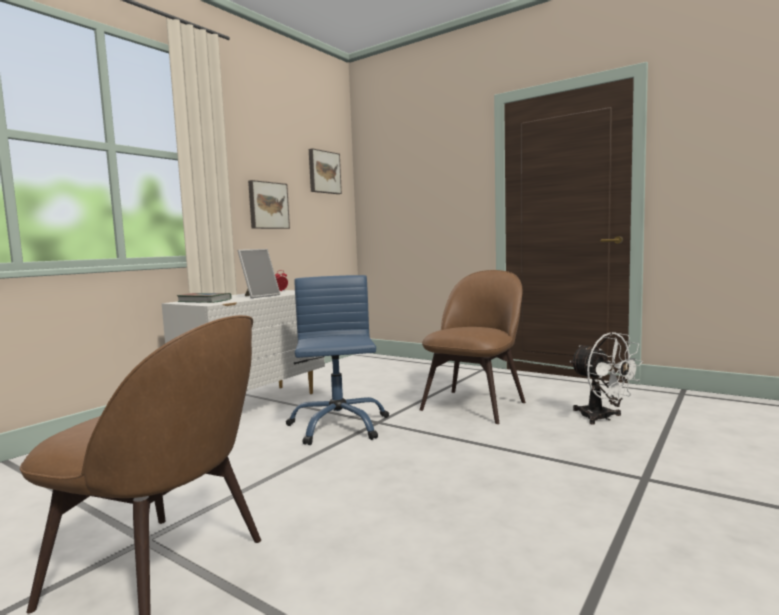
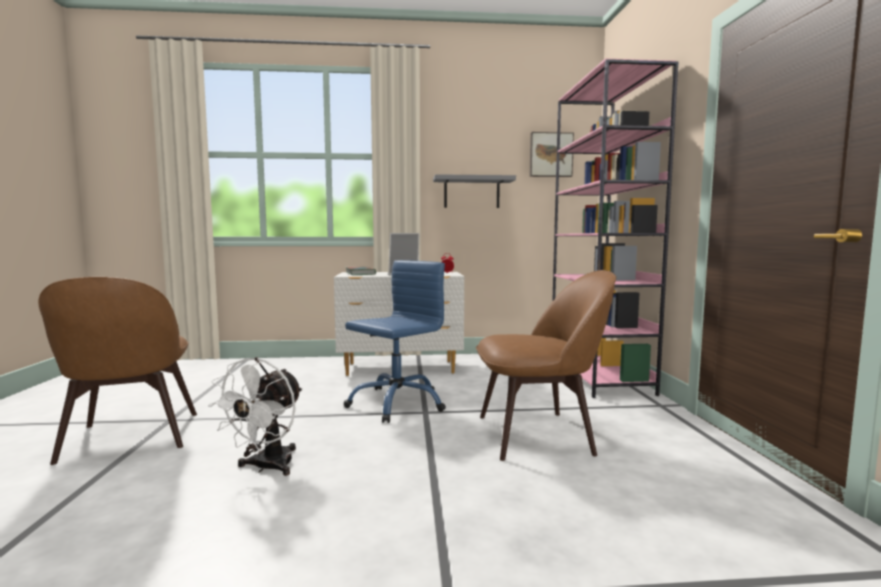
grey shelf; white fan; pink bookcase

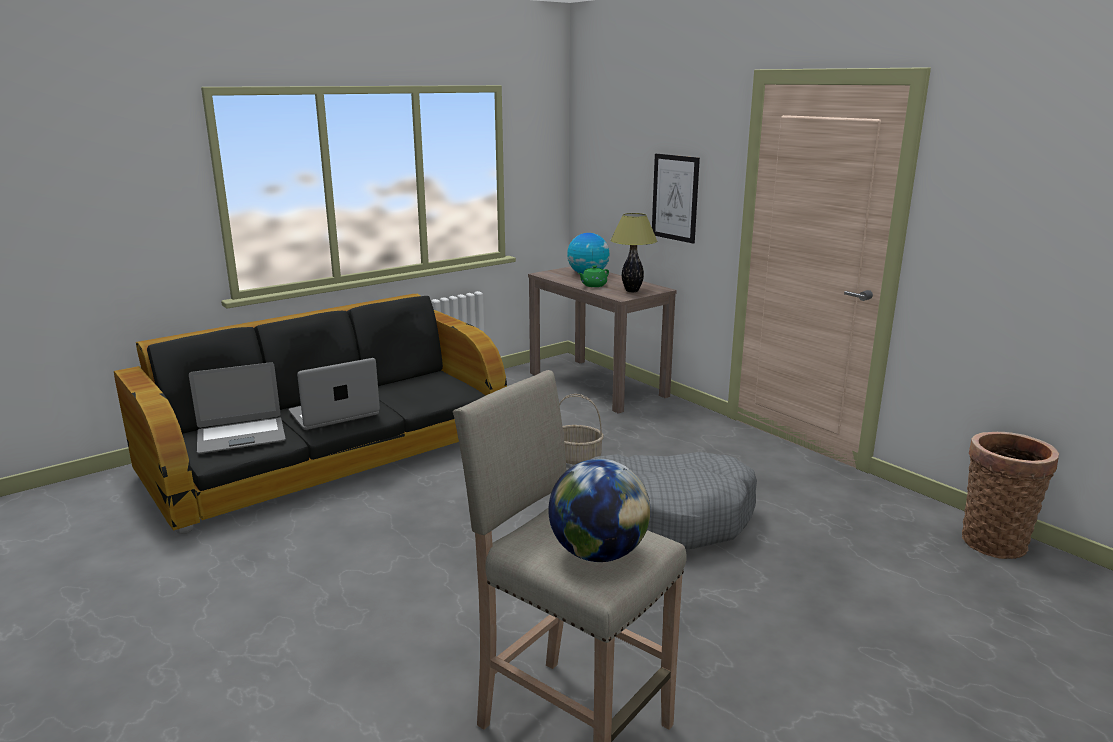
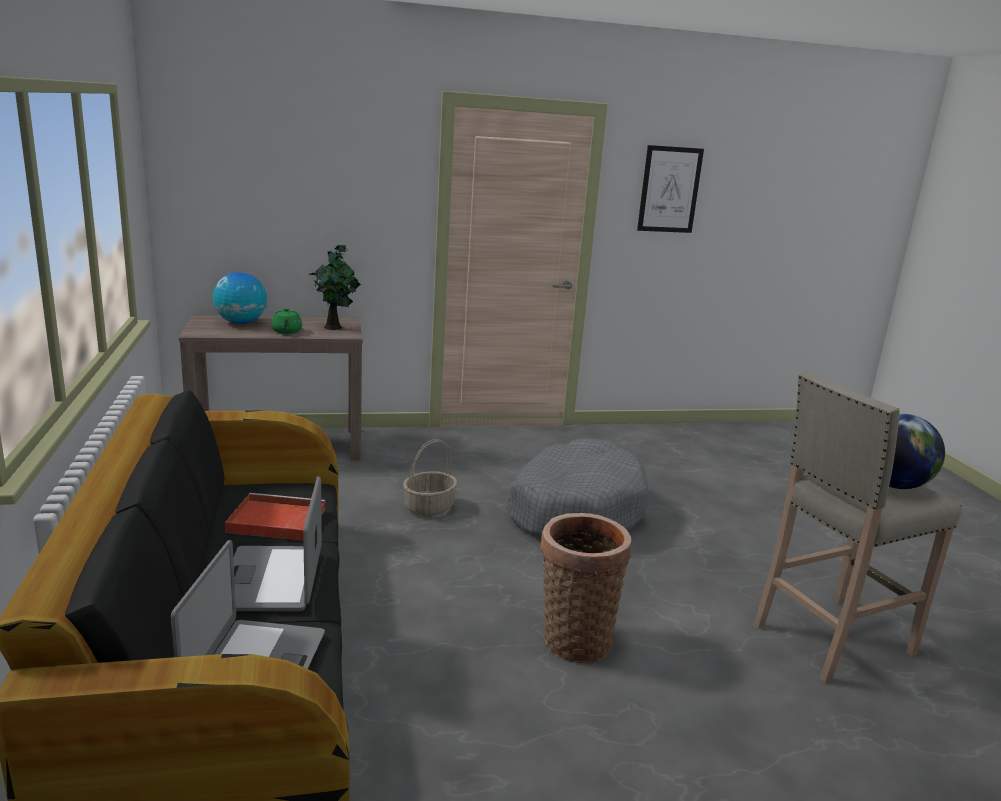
picture; potted plant; basket (2nd from left); red tray

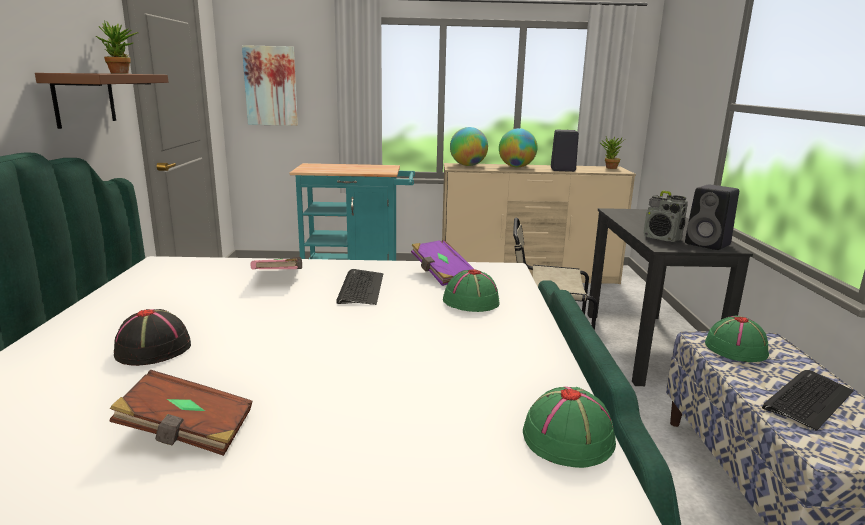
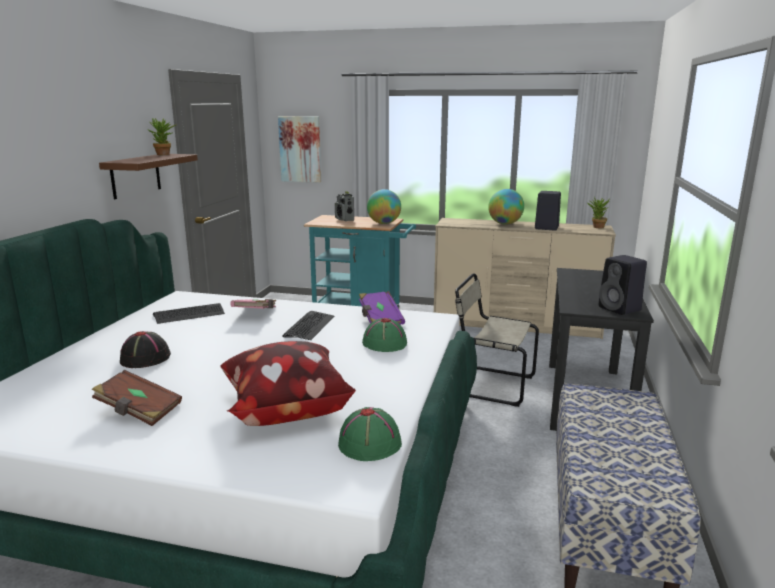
globe (1st from left); radio; green hat (3rd from left in the first image); keyboard (1st from left); pillow

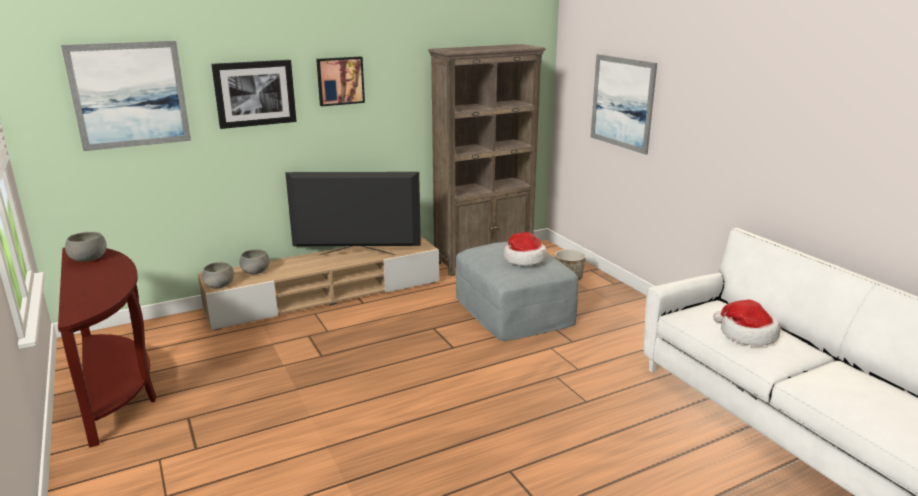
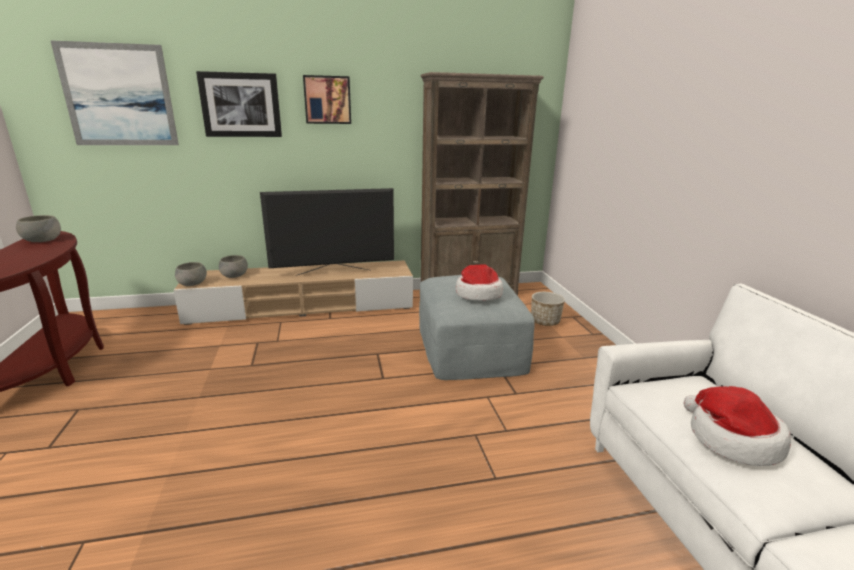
picture (4th from left in the first image); television

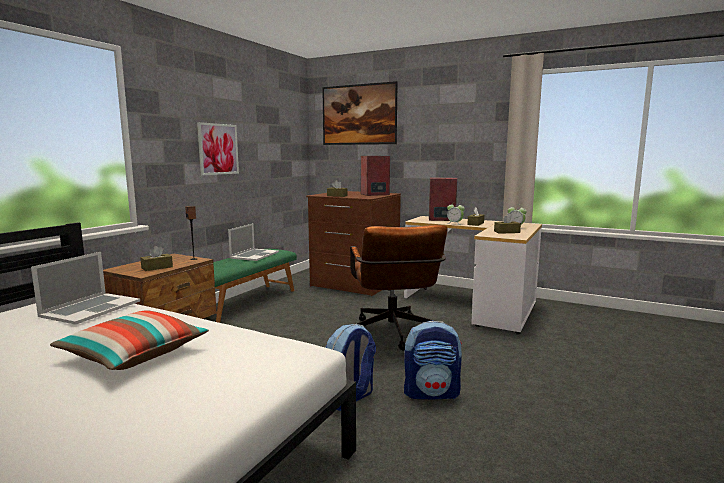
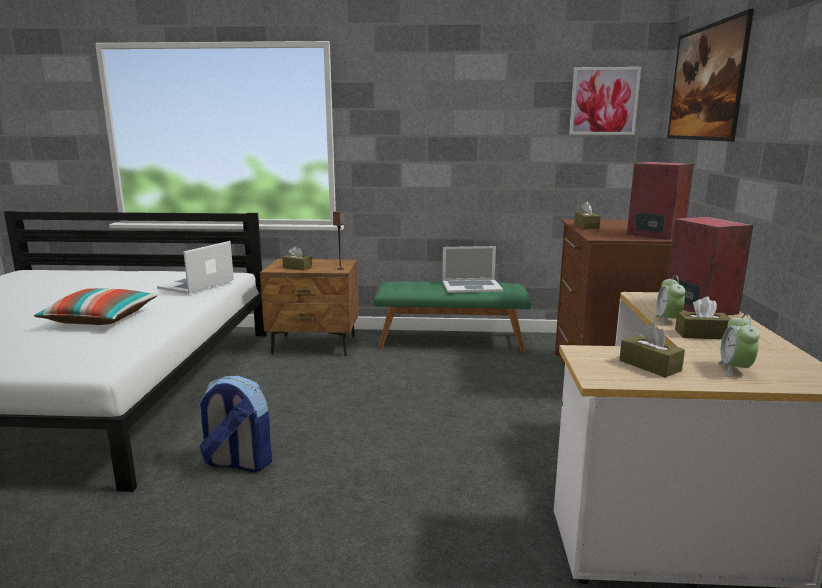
picture (1st from left); brown office chair; laptop (1st from left); backpack (2nd from left in the first image)

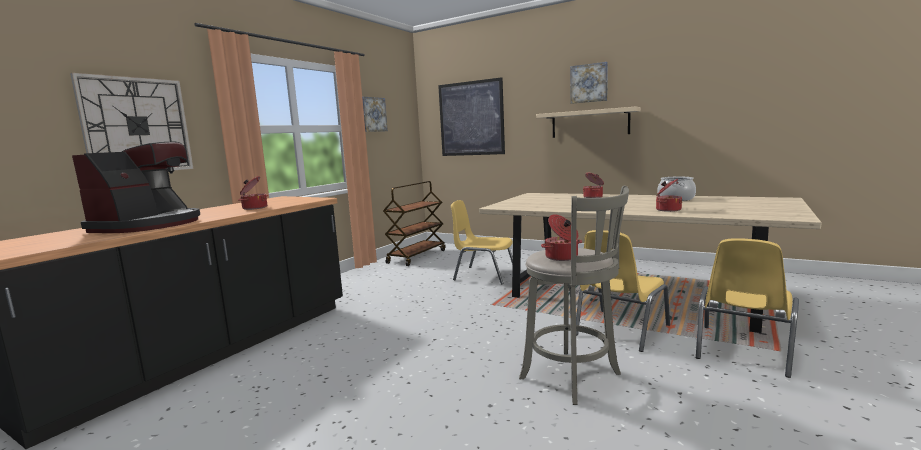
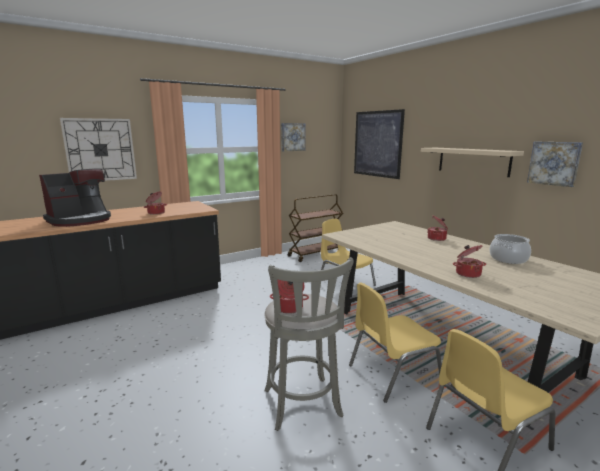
picture (3rd from left)

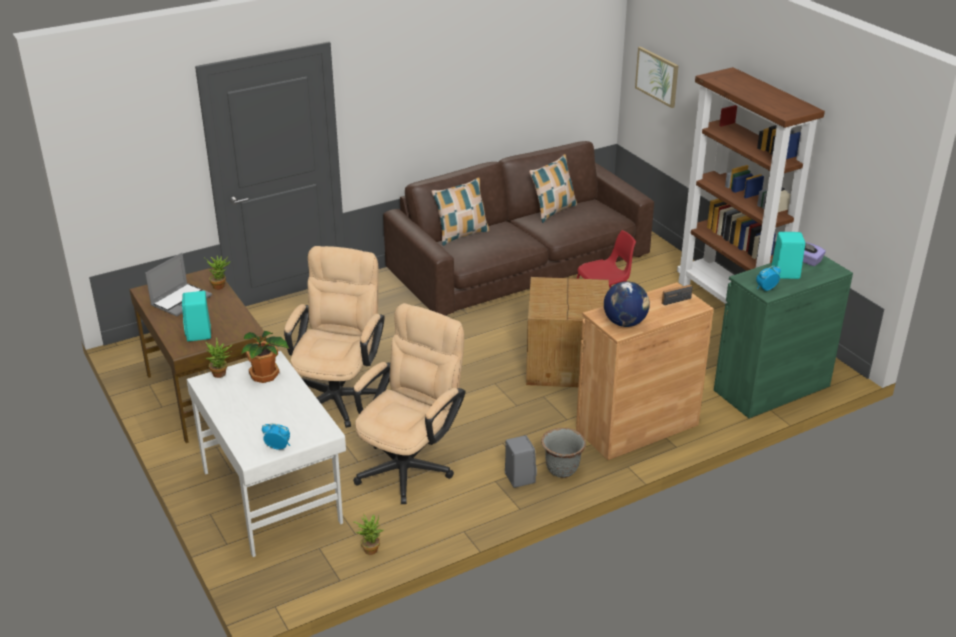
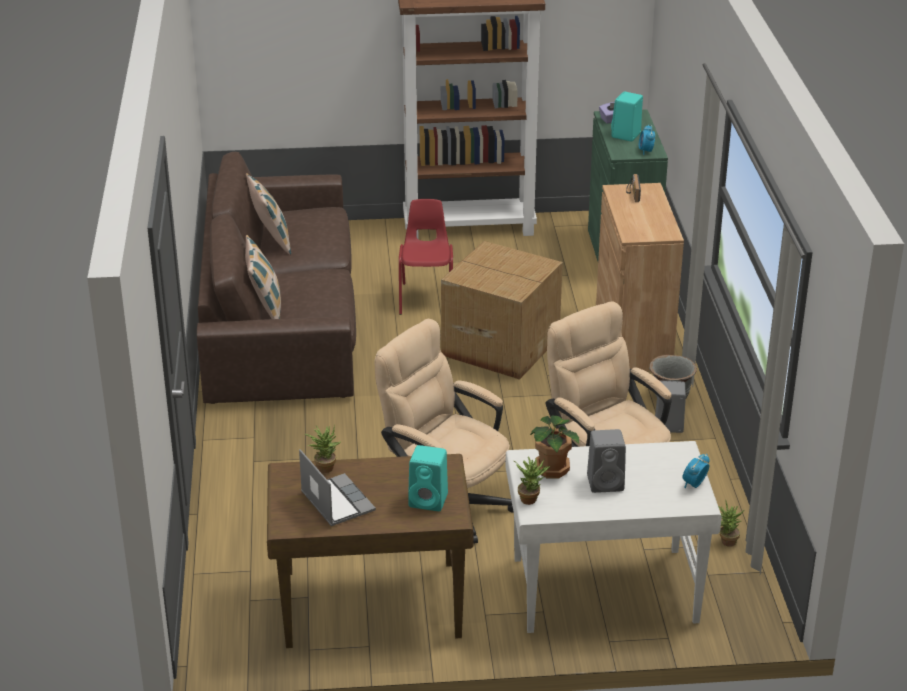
picture; globe; grey speaker (1st from left)

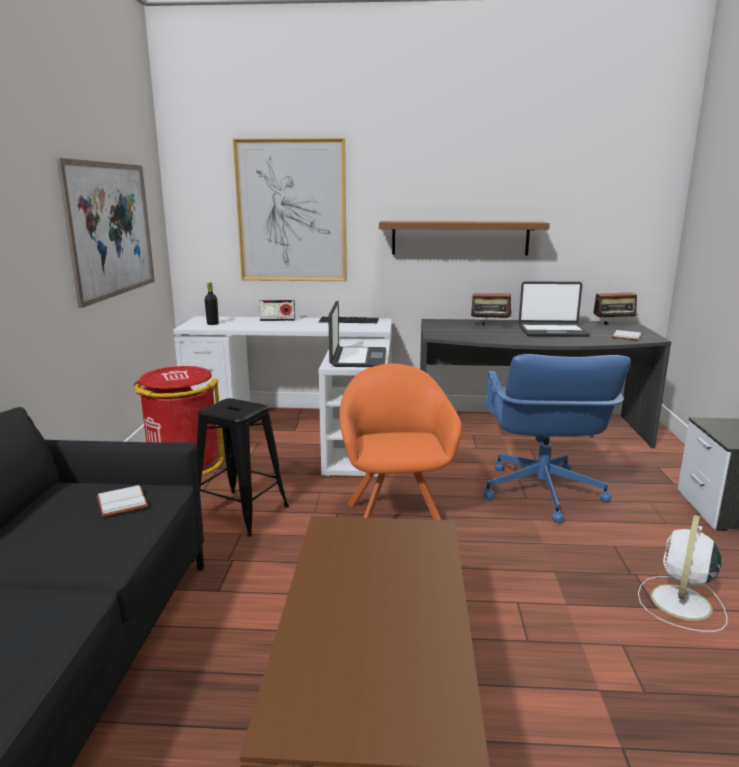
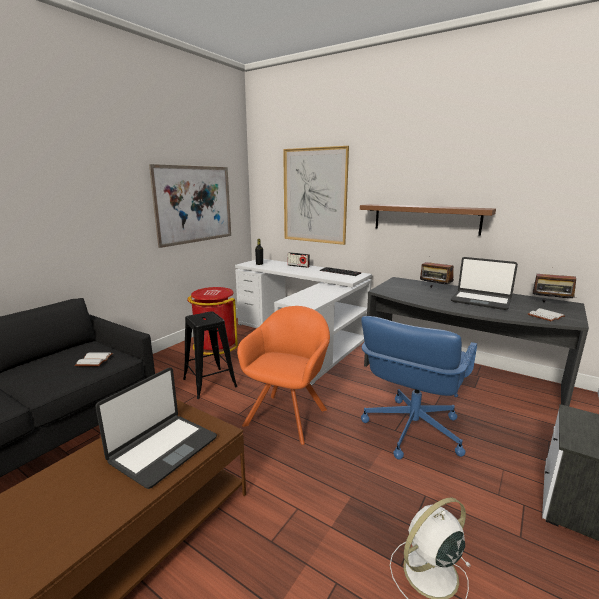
laptop (1st from left)

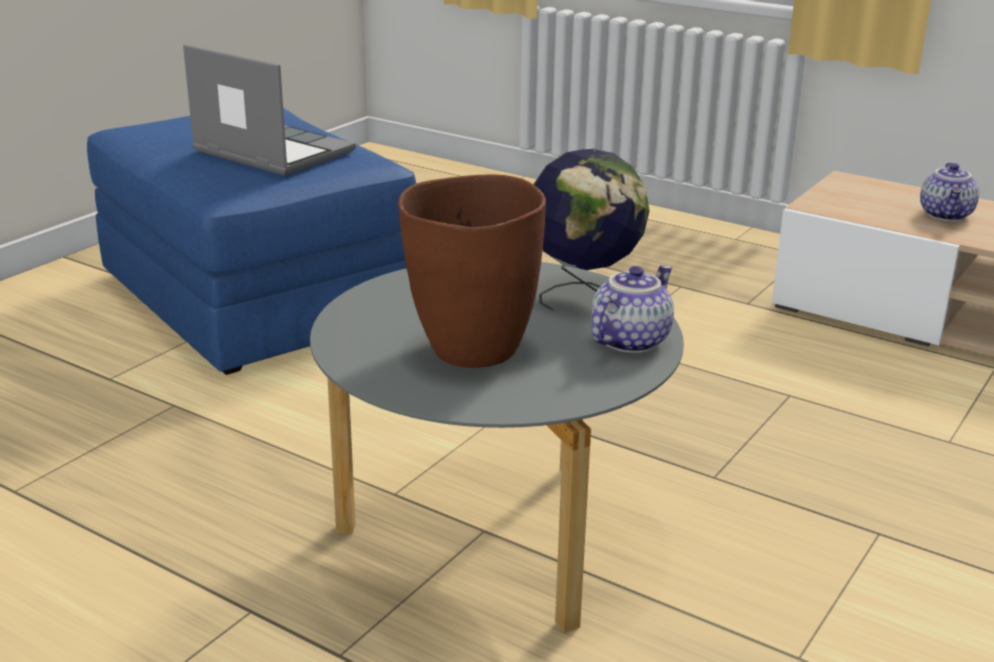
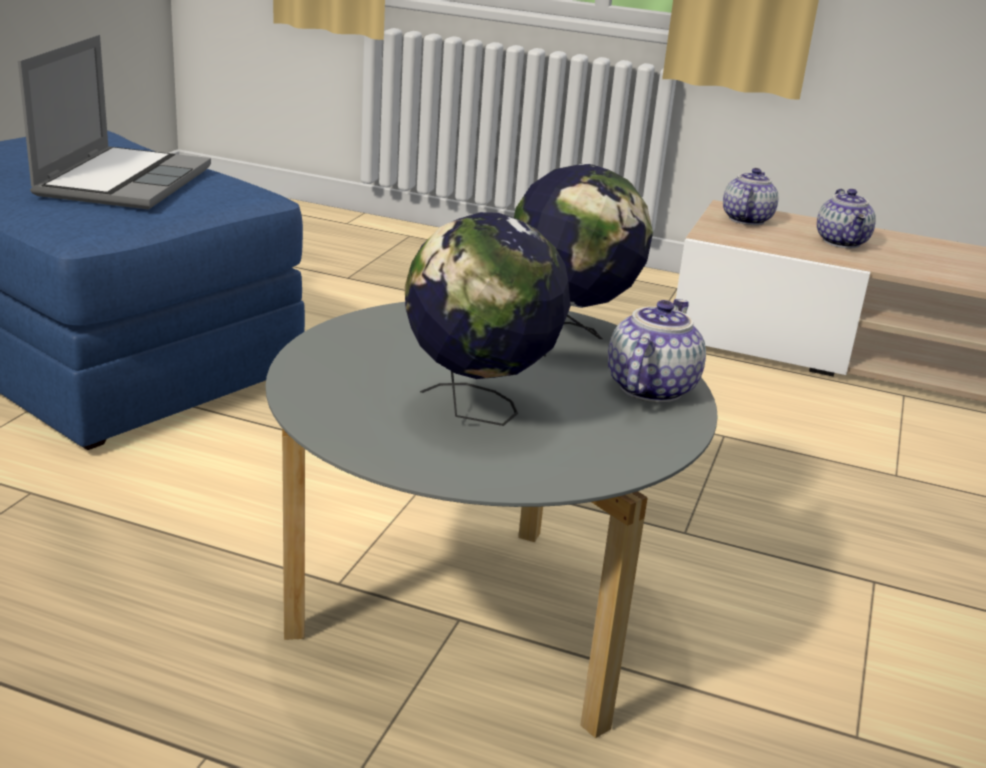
laptop; globe (1st from left); teapot (2nd from left)

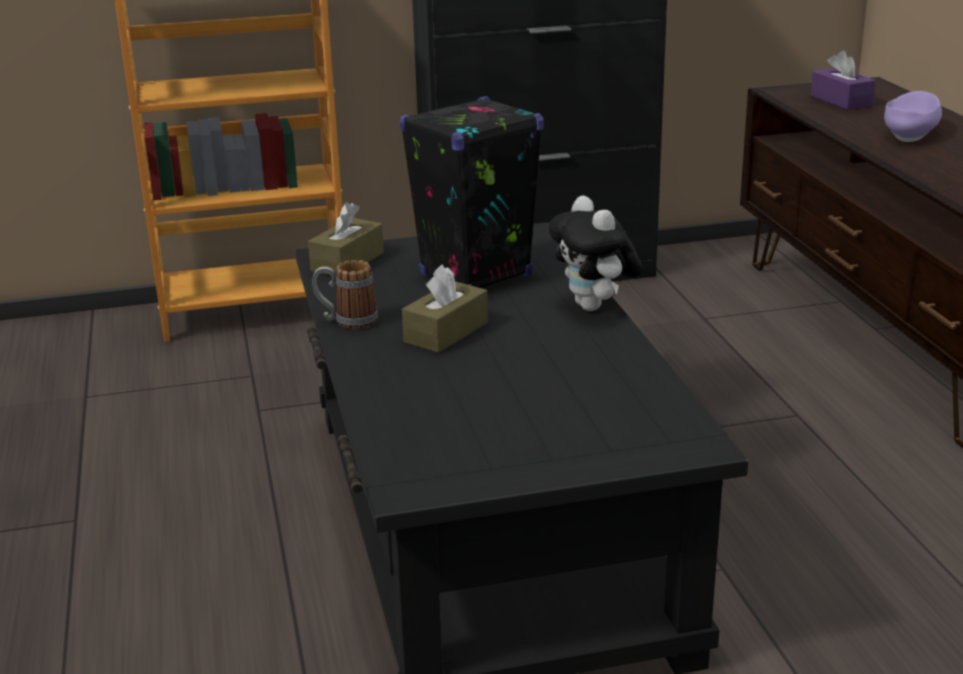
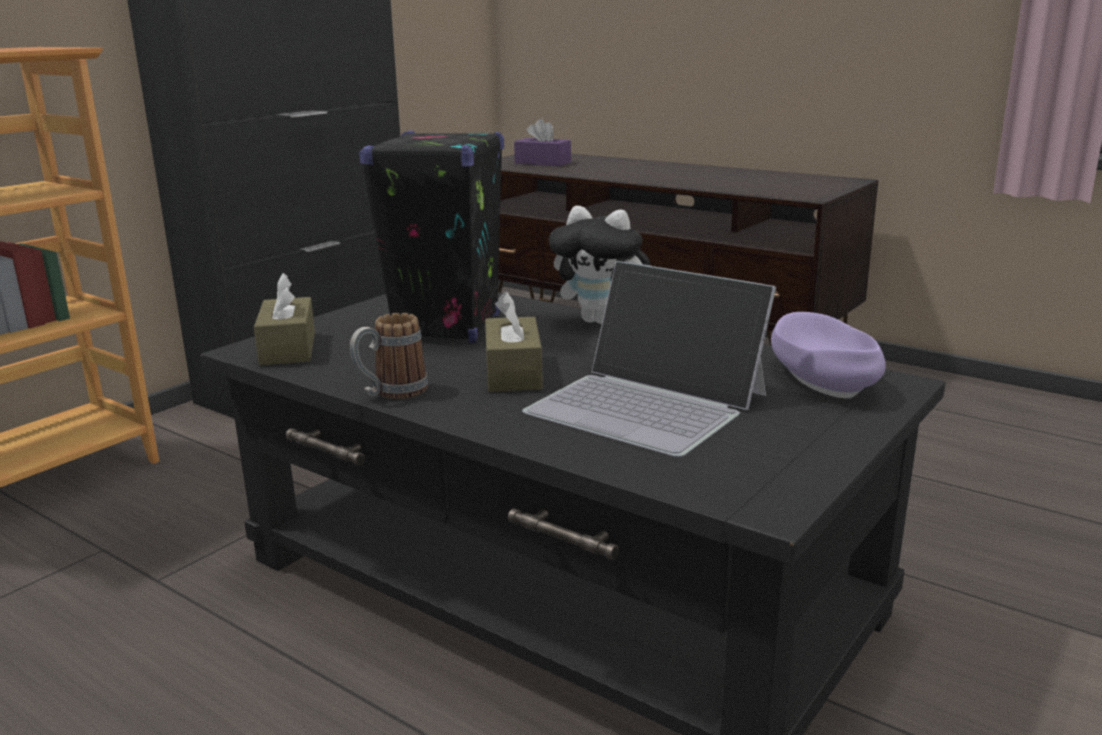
purple bowl; laptop

